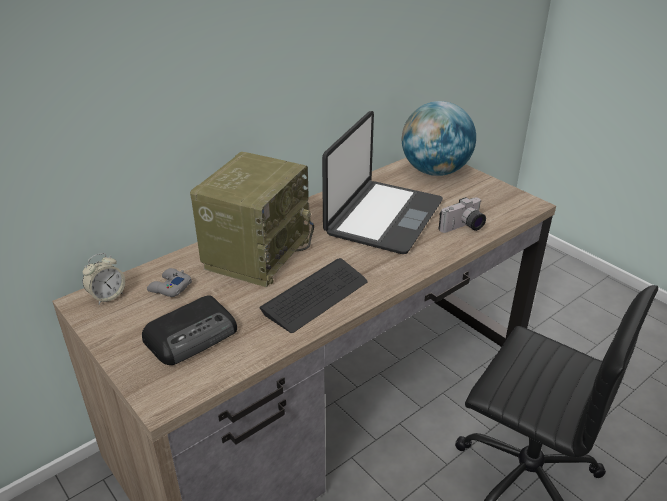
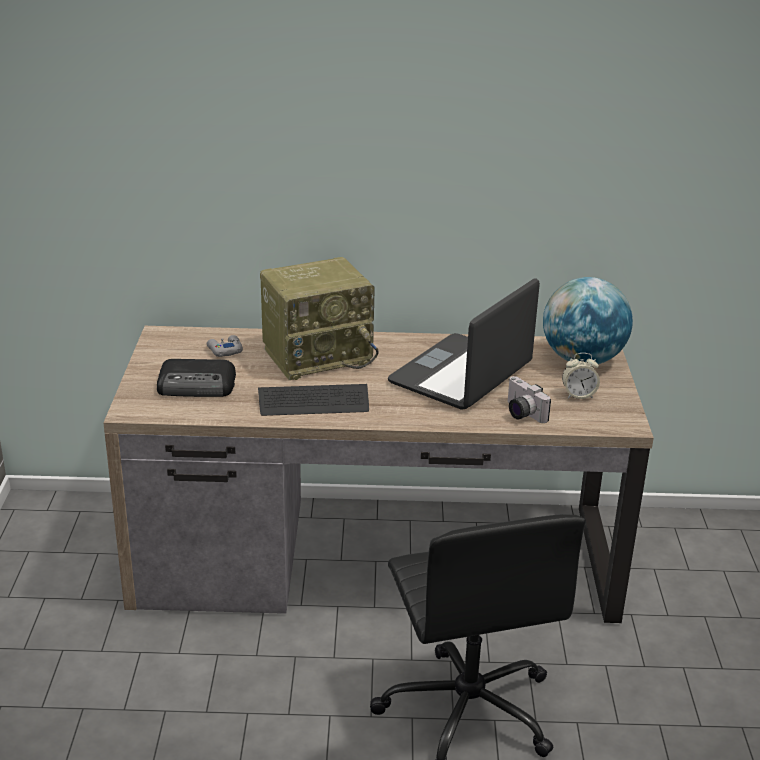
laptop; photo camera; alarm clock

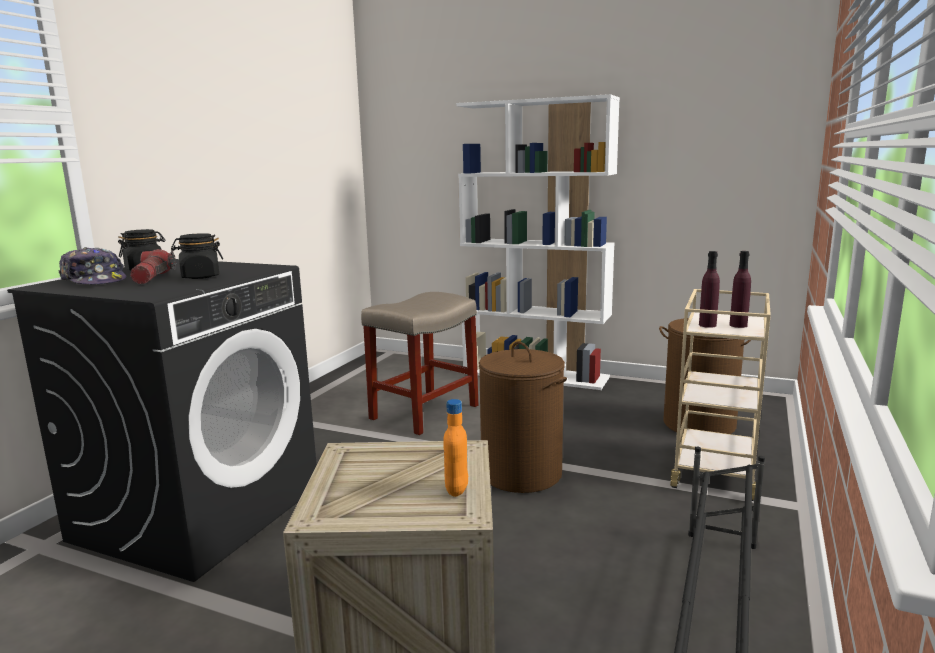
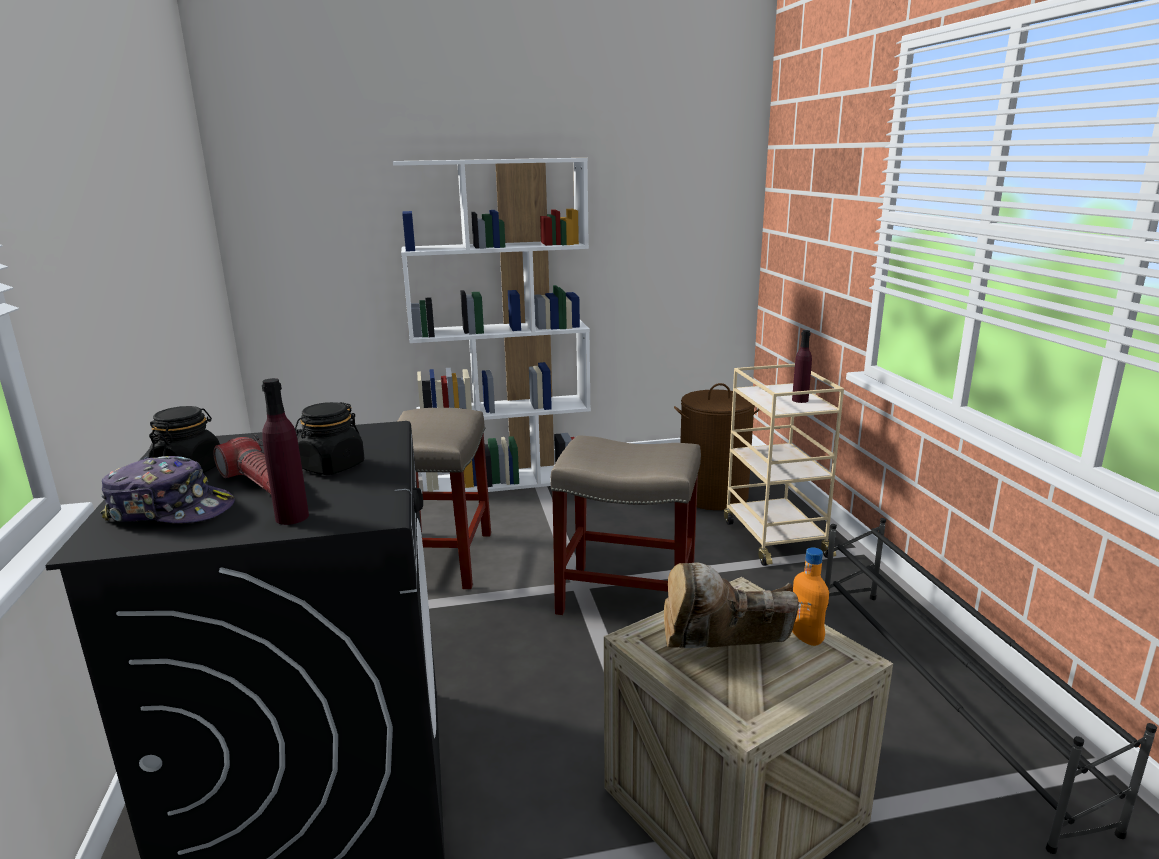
purple bottle (1st from left); beige stool (2nd from left); brown boot

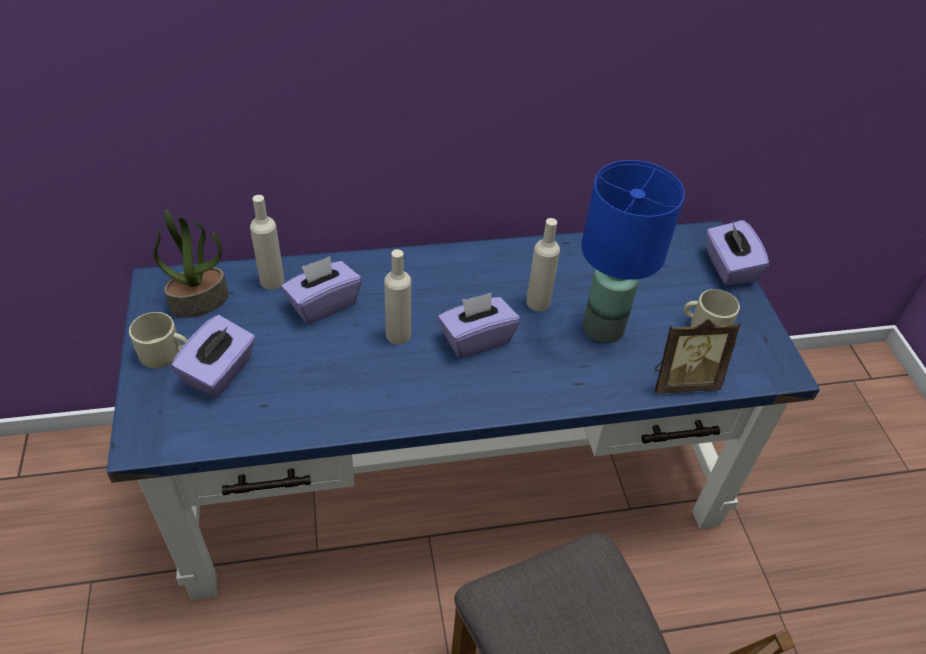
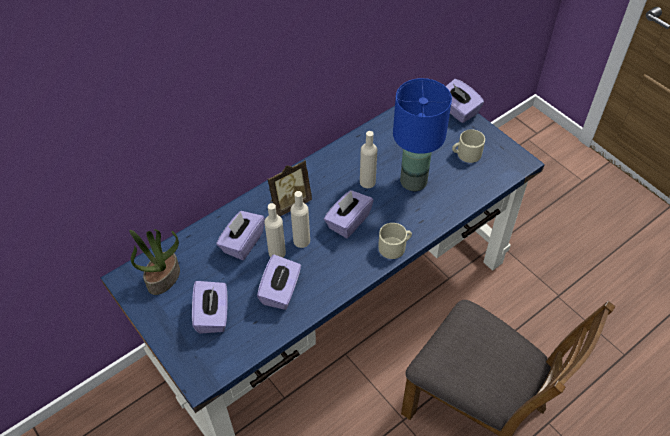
beige bottle (1st from left); beige mug (1st from left); picture frame; purple tissue box (3rd from left)

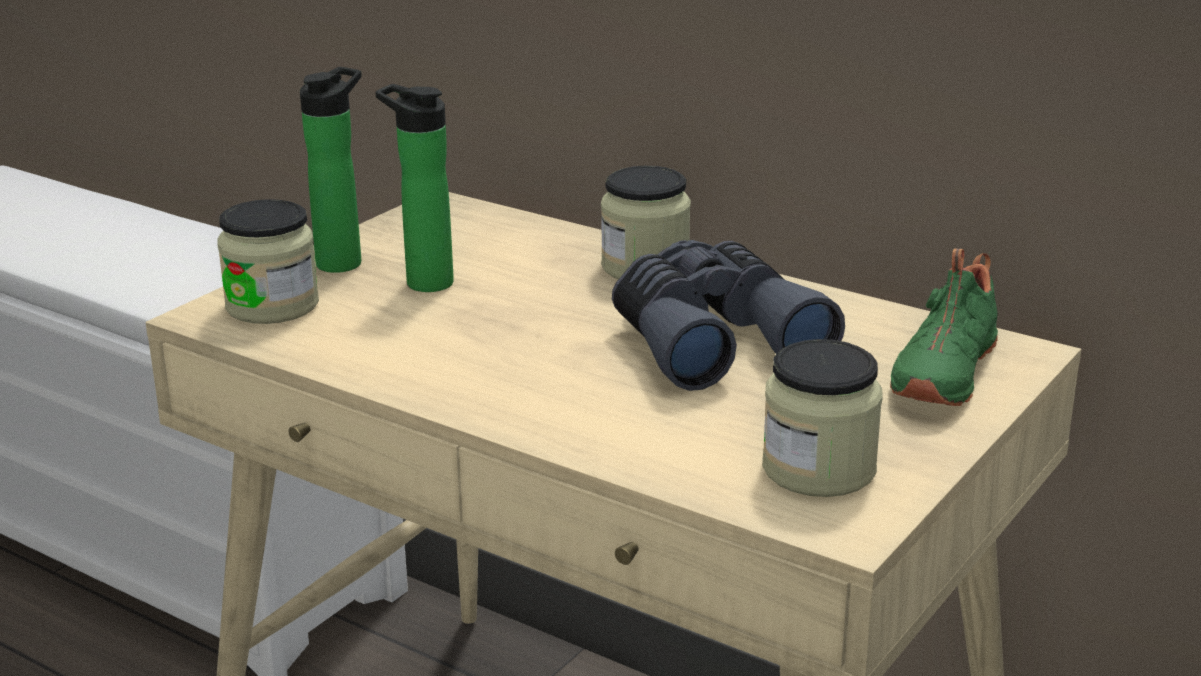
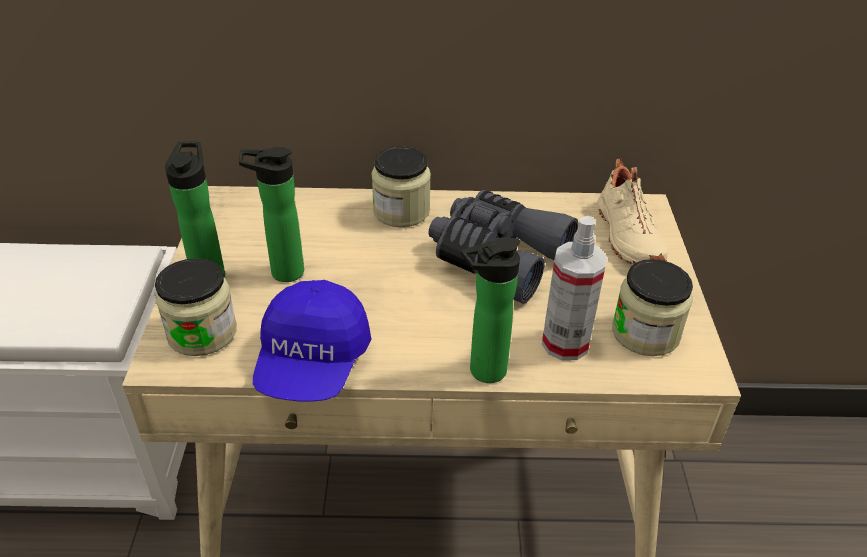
beige shoe; spray bottle; bottle (3rd from left); blue cap

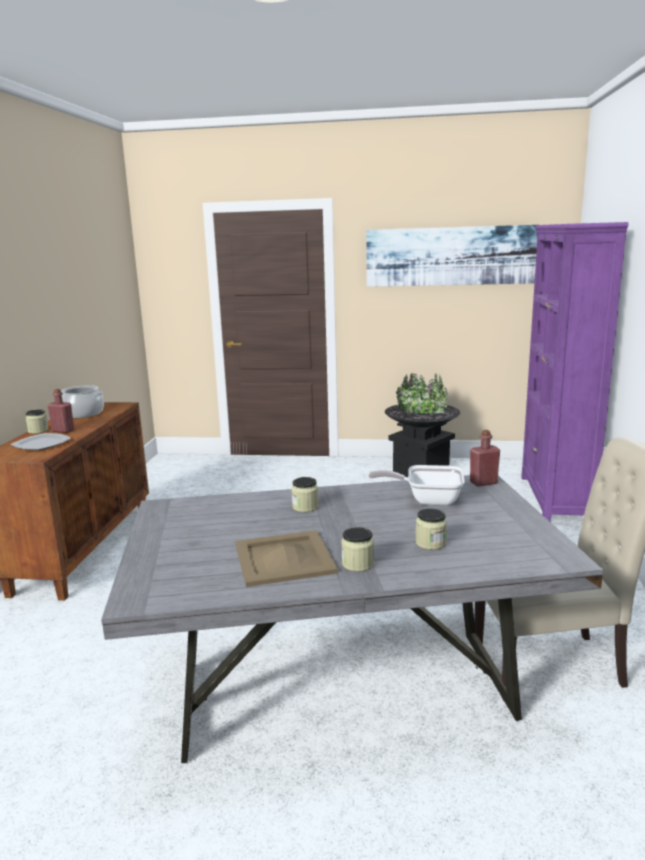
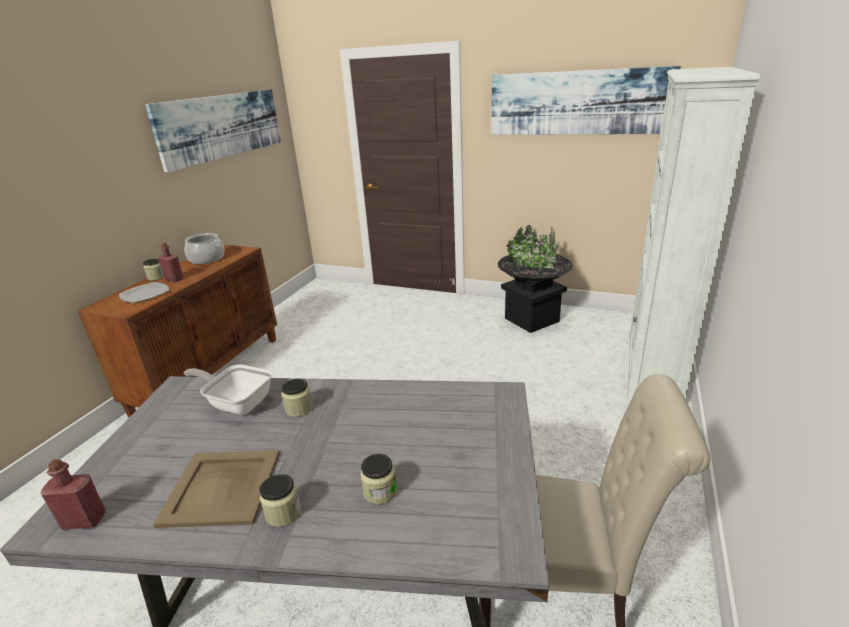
white bookcase; red bottle (1st from left); frying pan; picture (1st from left)

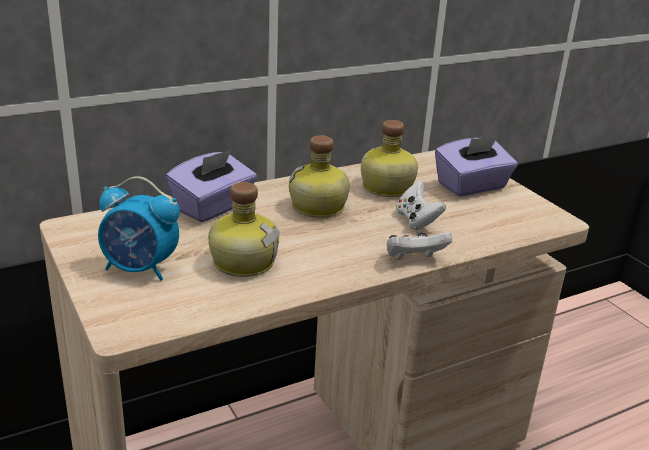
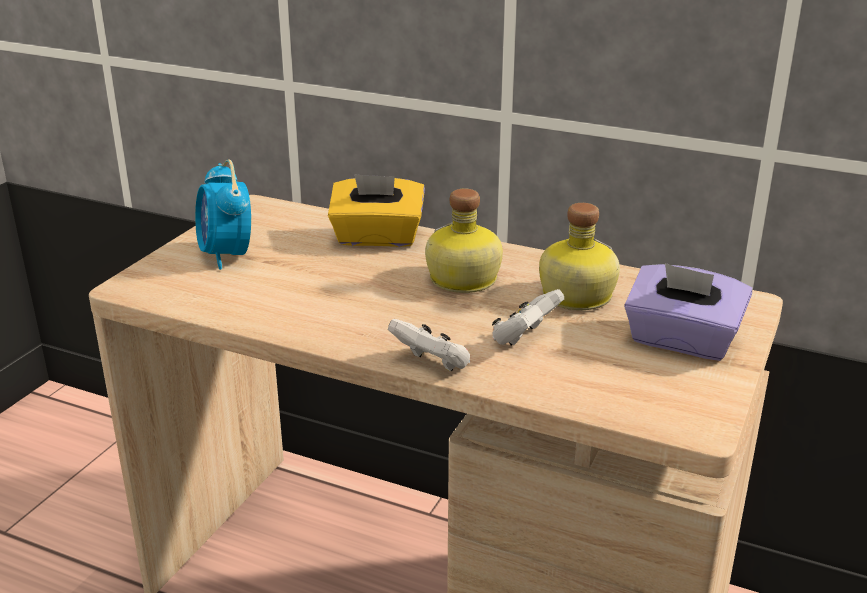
yellow tissue box; bottle (1st from left in the first image)

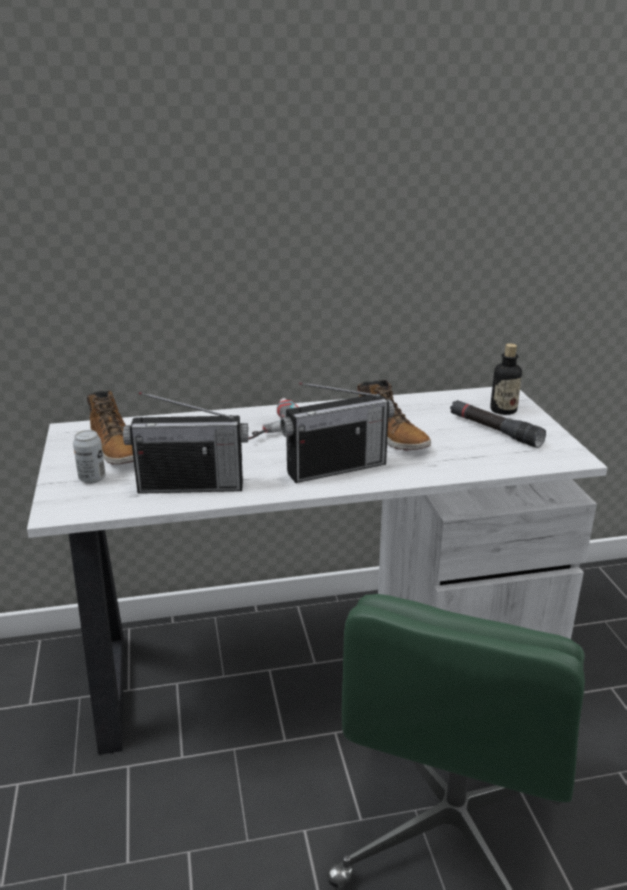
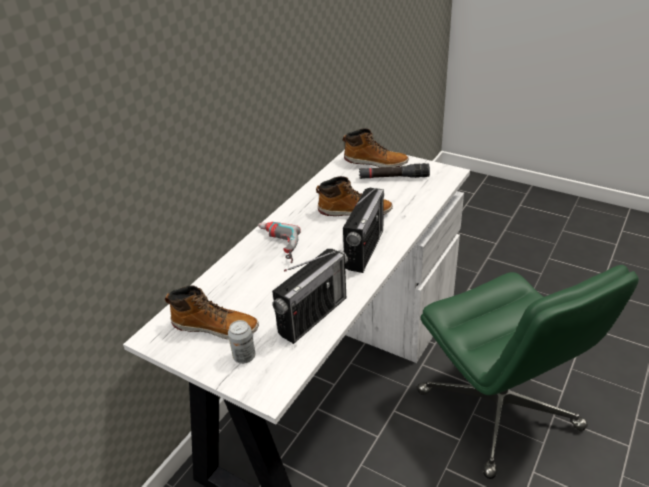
boot (3rd from left)

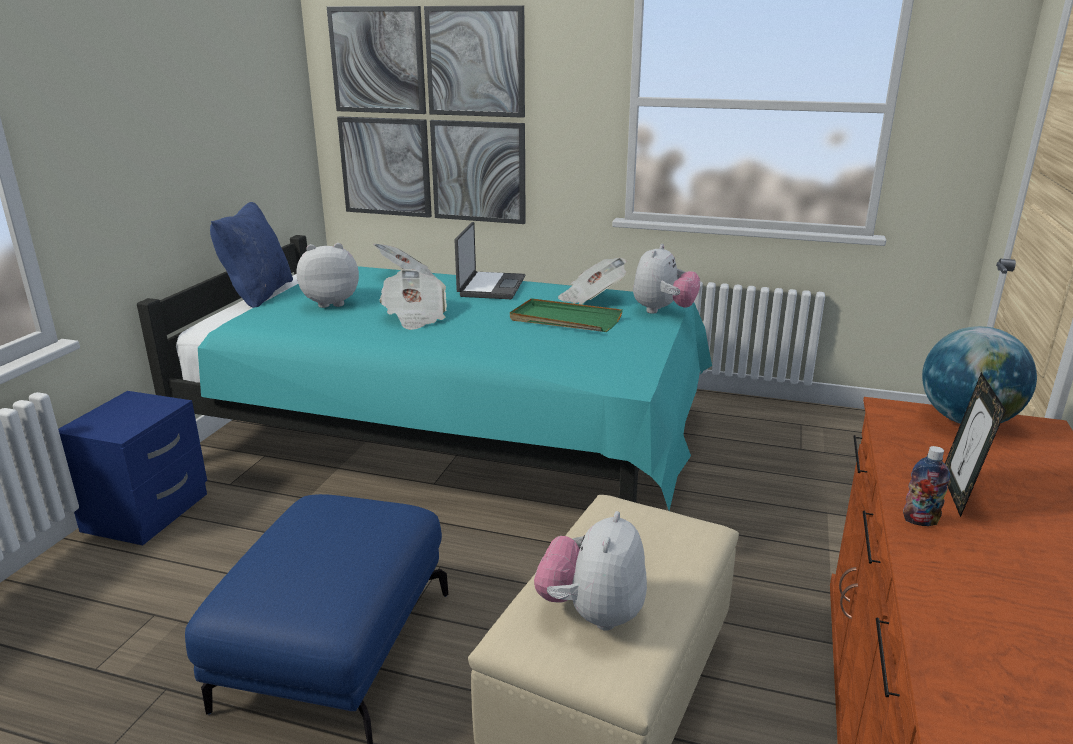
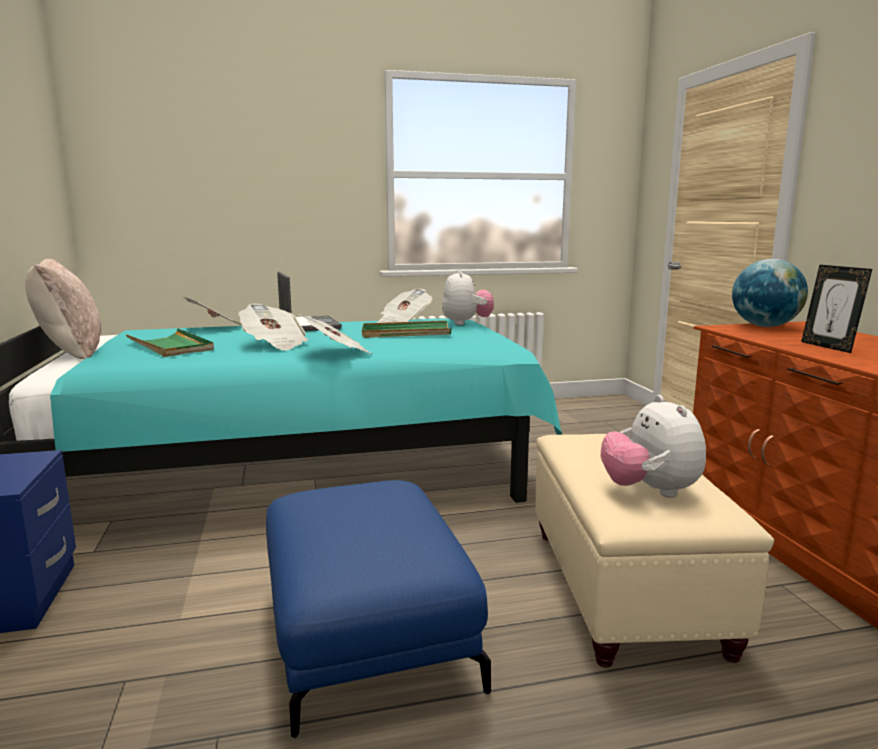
picture; beige pillow; green tray (1st from left); bottle; newspaper (3rd from left)

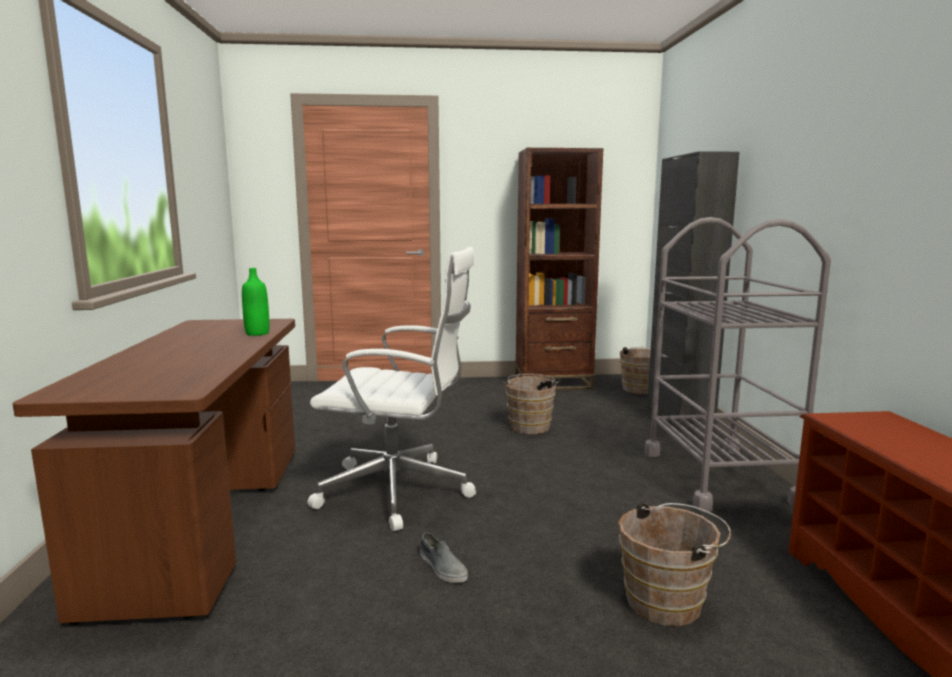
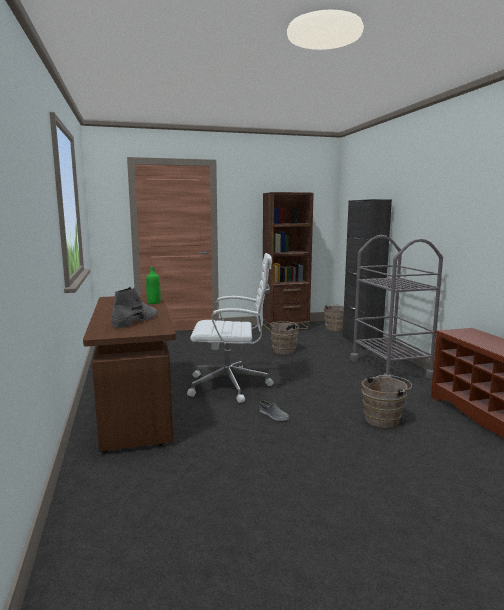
grey boot

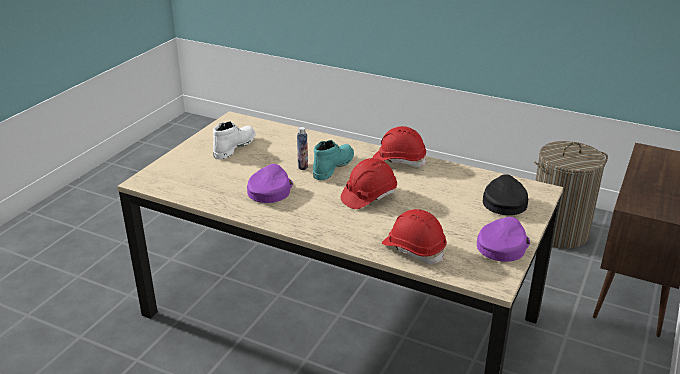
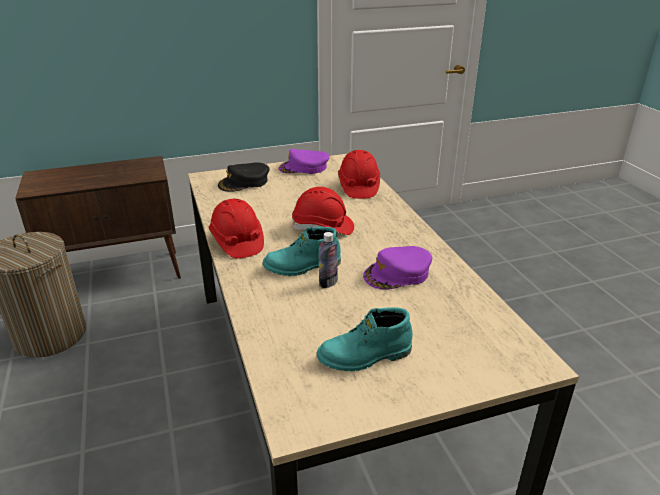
turquoise boot (2nd from left)

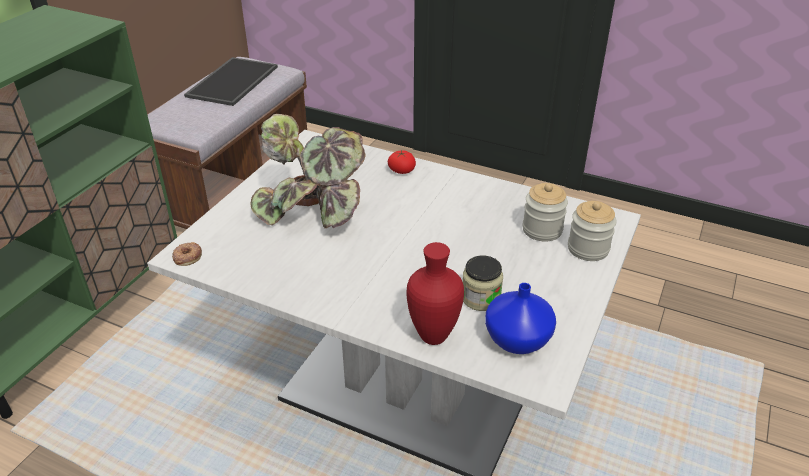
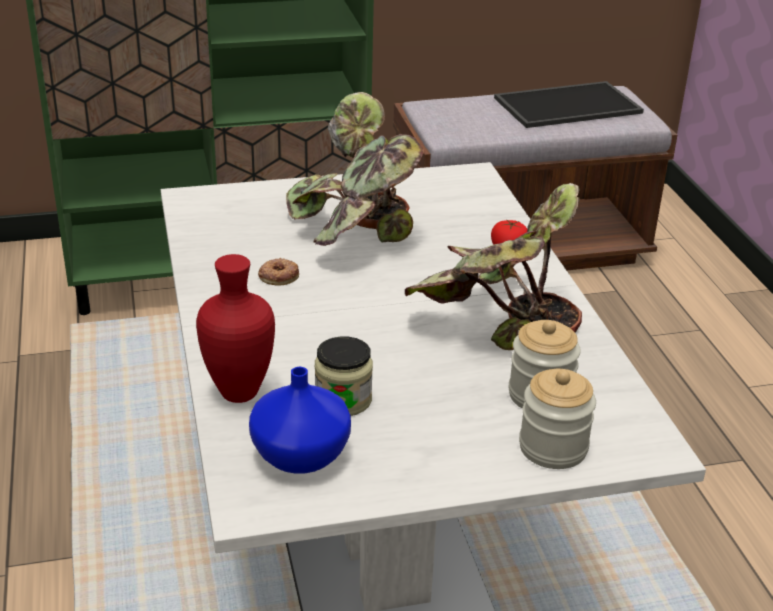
donut; potted plant (2nd from left)

